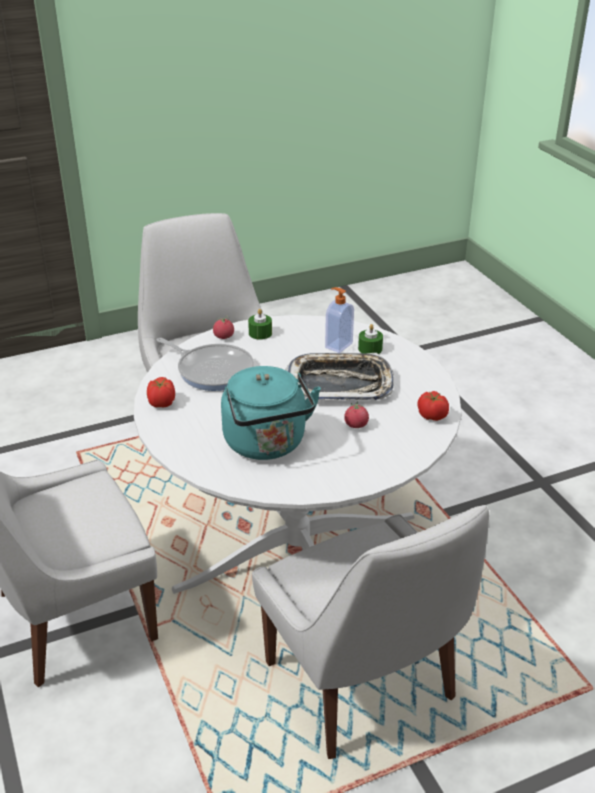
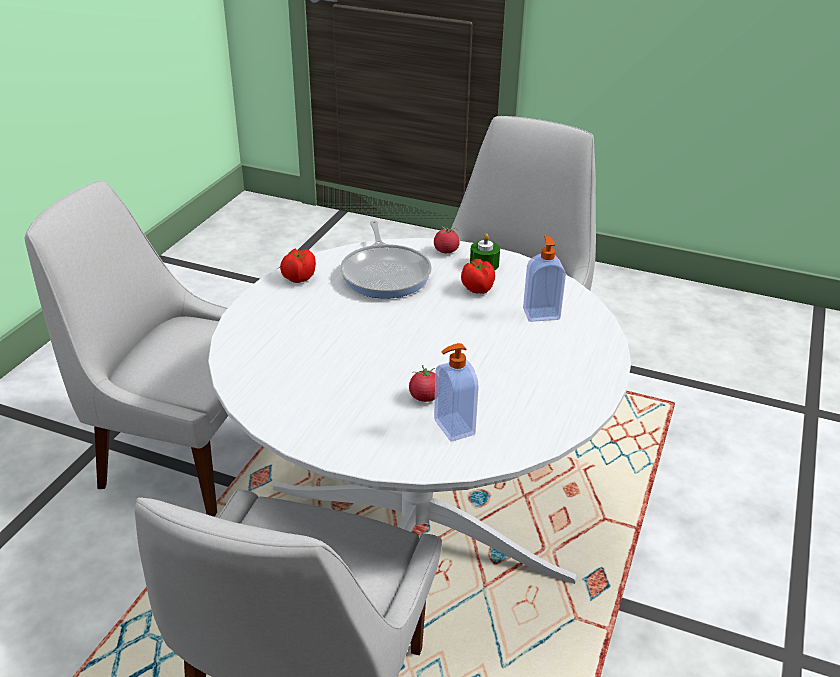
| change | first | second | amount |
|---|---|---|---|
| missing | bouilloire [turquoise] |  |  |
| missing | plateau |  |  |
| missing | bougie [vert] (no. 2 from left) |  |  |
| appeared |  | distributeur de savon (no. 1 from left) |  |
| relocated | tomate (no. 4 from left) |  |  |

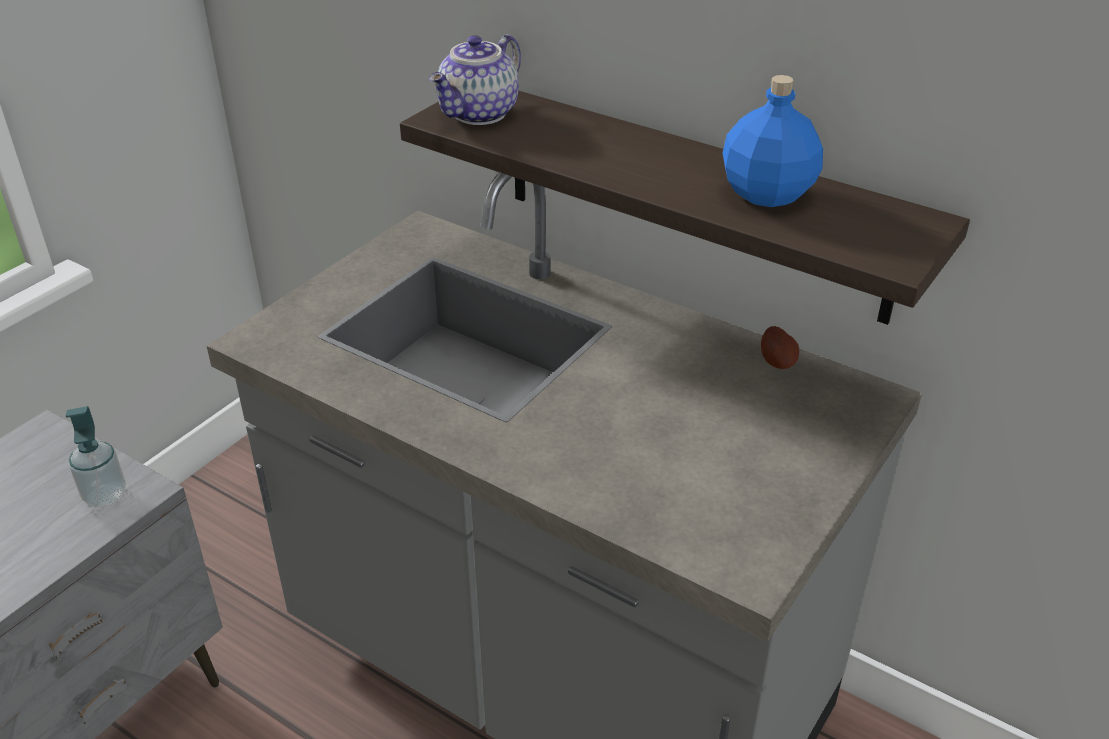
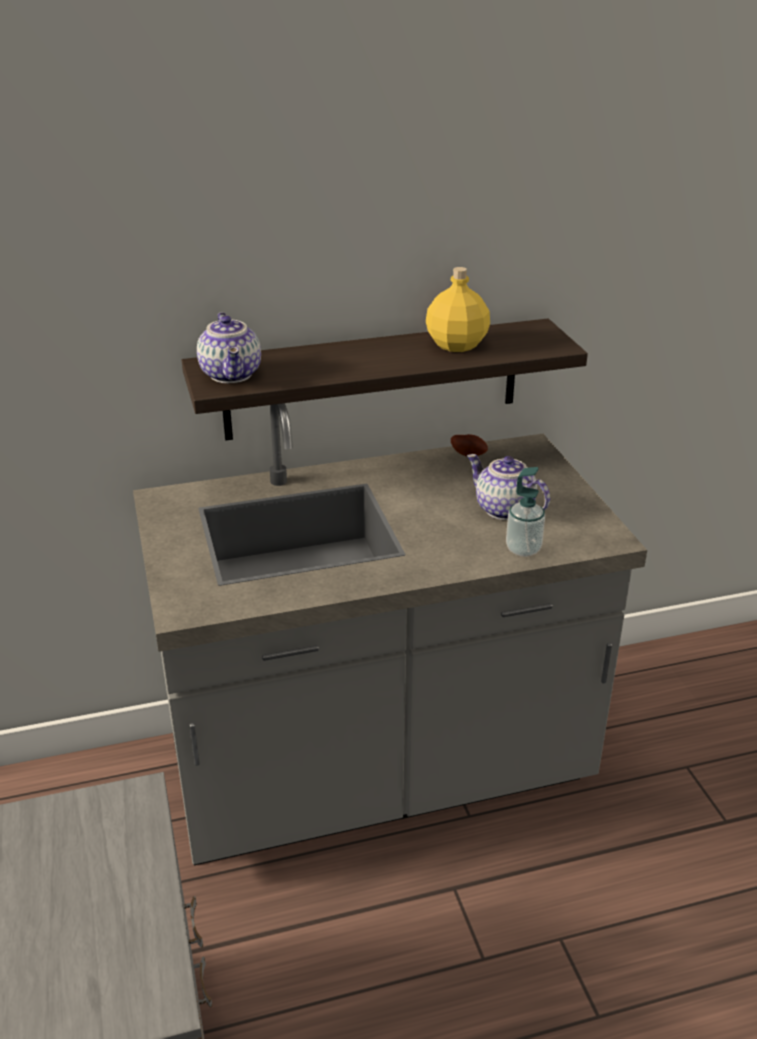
| change | first | second | amount |
|---|---|---|---|
| appeared |  | théière (no. 2 from left) |  |
| relocated | distributeur de savon |  |  |
| colour | bouteille [bleu] | bouteille [jaune] |  |

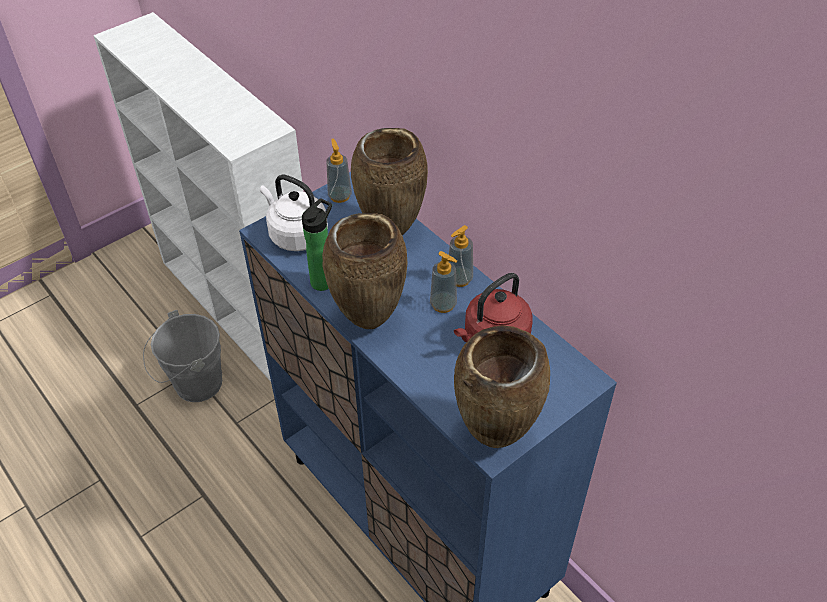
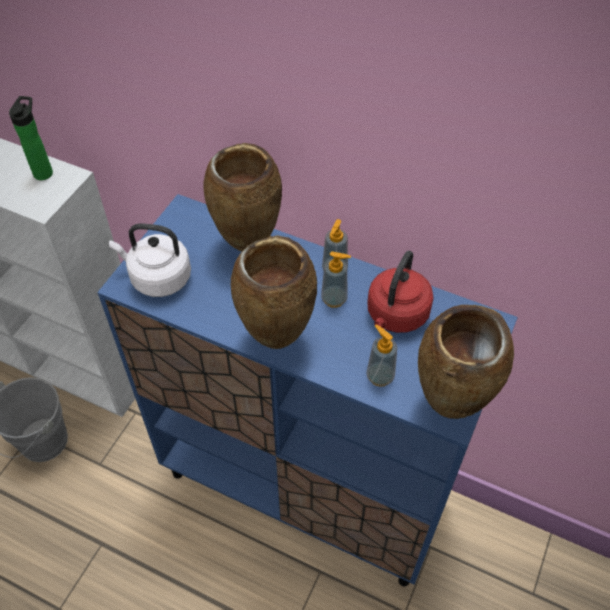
| change | first | second | amount |
|---|---|---|---|
| relocated | bouteille |  |  |
| relocated | distributeur de savon (no. 1 from left in the first image) | distributeur de savon (no. 3 from left) |  |

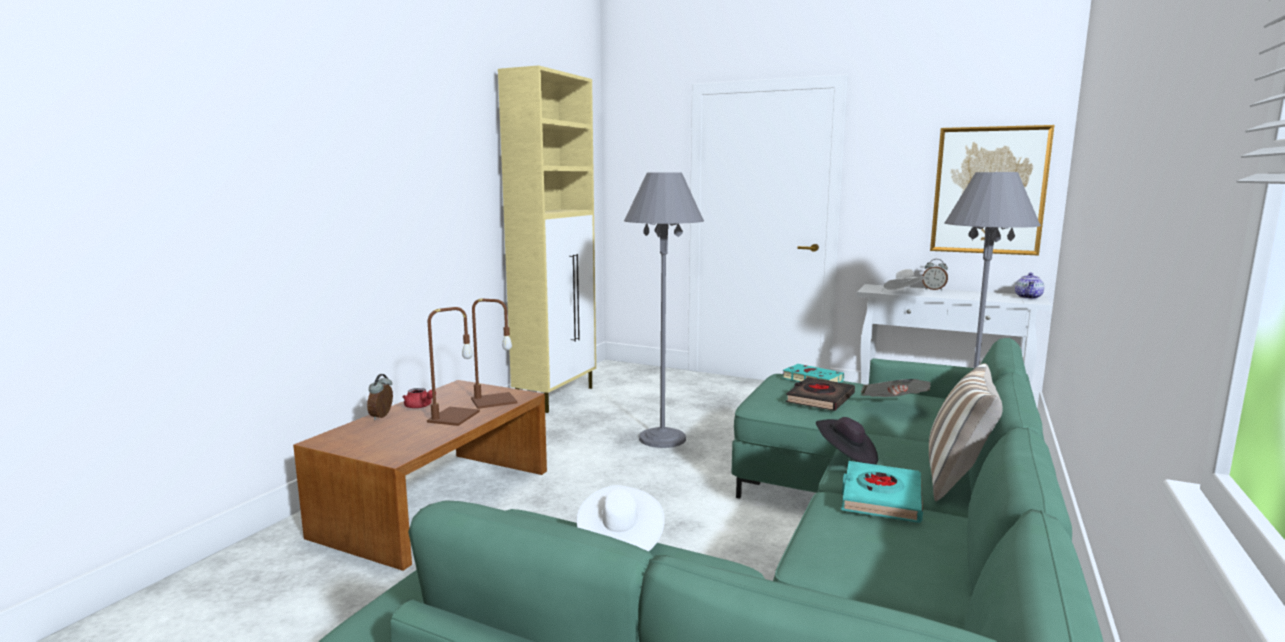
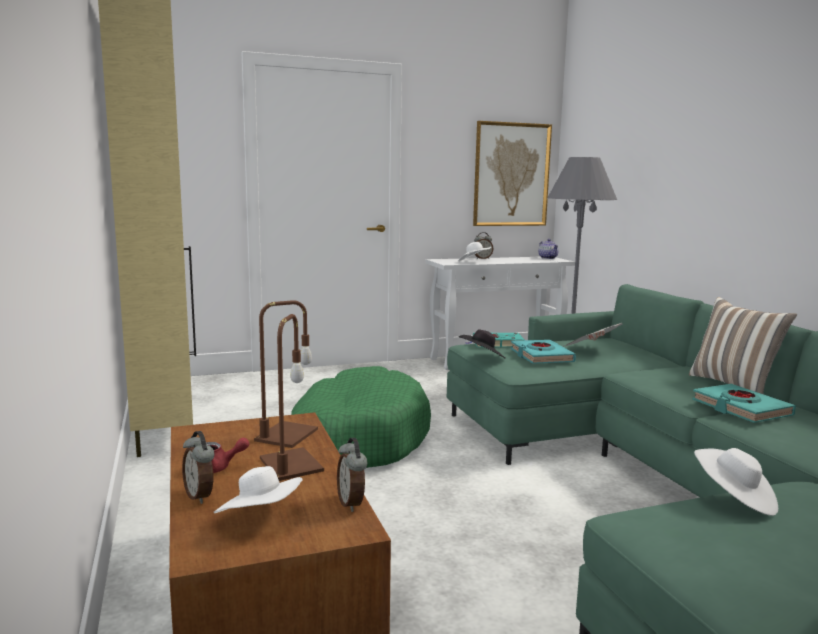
| change | first | second | amount |
|---|---|---|---|
| appeared |  | chapeau [blanc] (no. 1 from left) |  |
| appeared |  | réveil (no. 2 from left) |  |
| relocated | chapeau [noir] |  |  |
| exchanged | lampadaire [gris] (no. 1 from left) | panier pour chien [vert] |  |
| colour | livre [noir] | livre [turquoise] (no. 2 from left) |  |

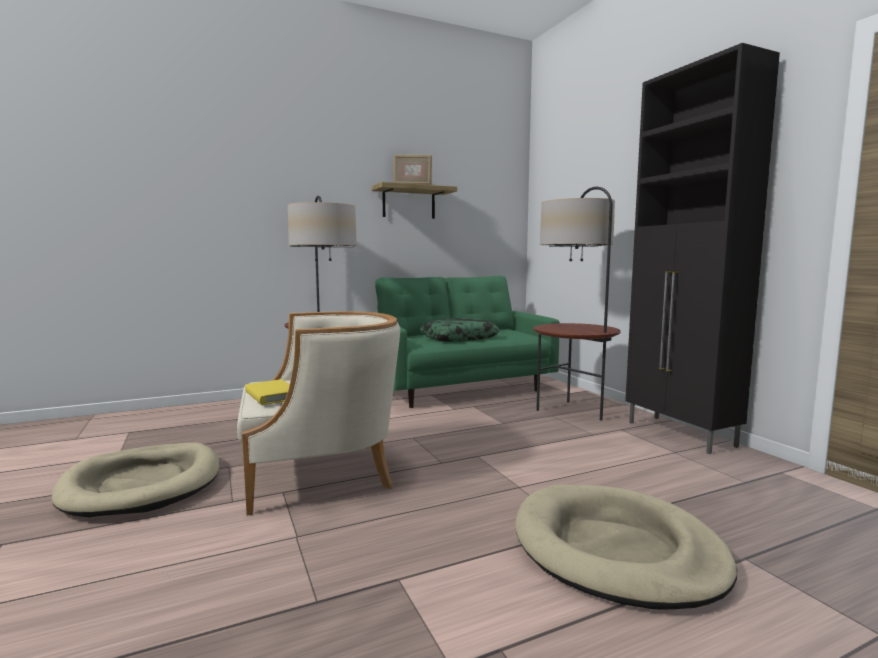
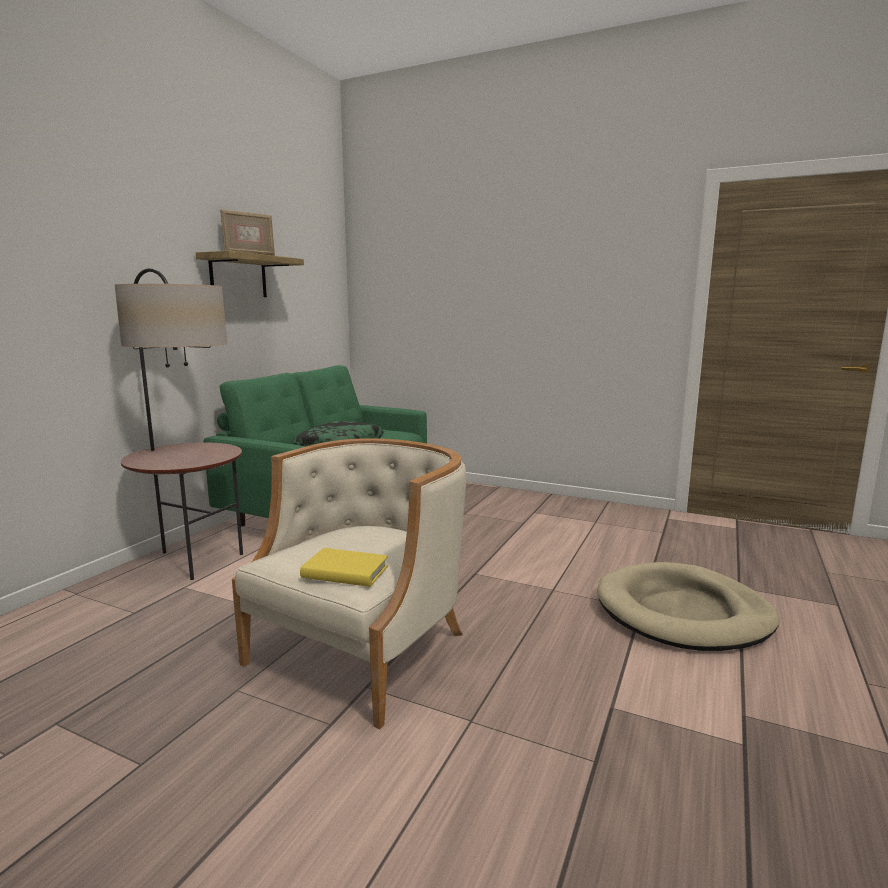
| change | first | second | amount |
|---|---|---|---|
| missing | panier pour chien [beige] (no. 1 from left) |  |  |
| missing | lampadaire (no. 2 from left) |  |  |
| missing | meuble de rangement [noir] |  |  |

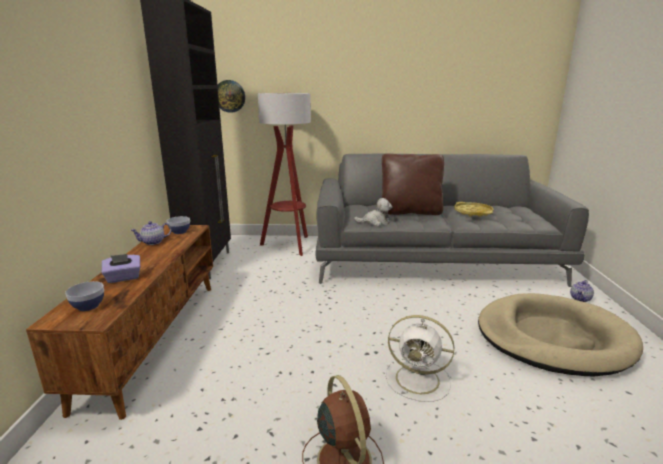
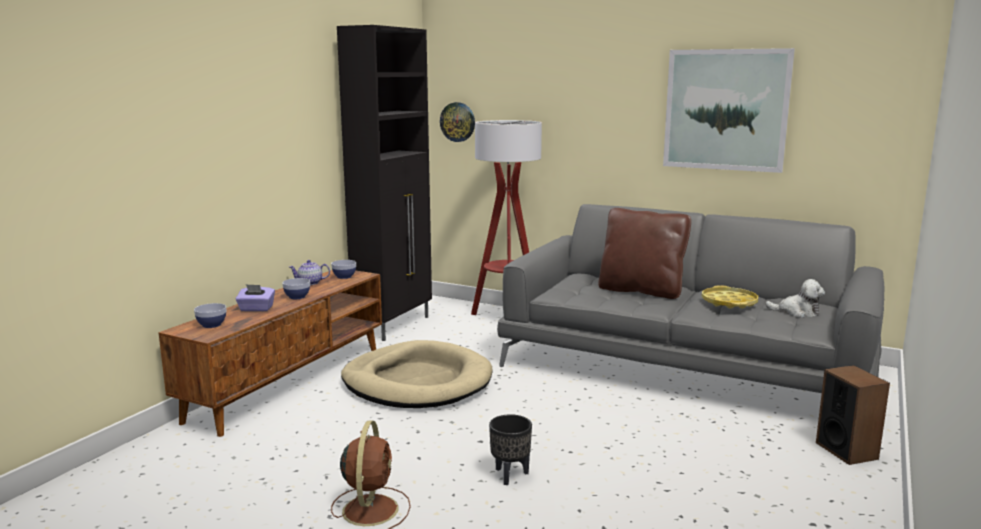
| change | first | second | amount |
|---|---|---|---|
| appeared |  | bol (no. 2 from left) |  |
| appeared |  | tableau |  |
| relocated | peluche |  |  |
| relocated | panier pour chien [beige] |  |  |
| exchanged | ventilateur [blanc] | cache-pot [noir] |  |
| exchanged | théière (no. 2 from left) | enceinte |  |

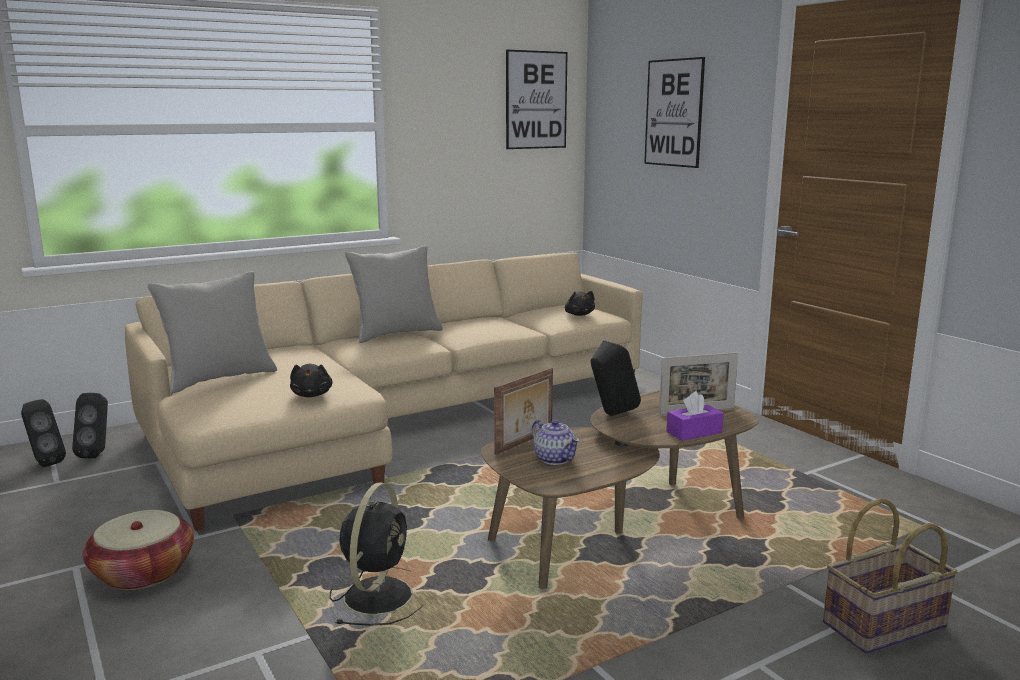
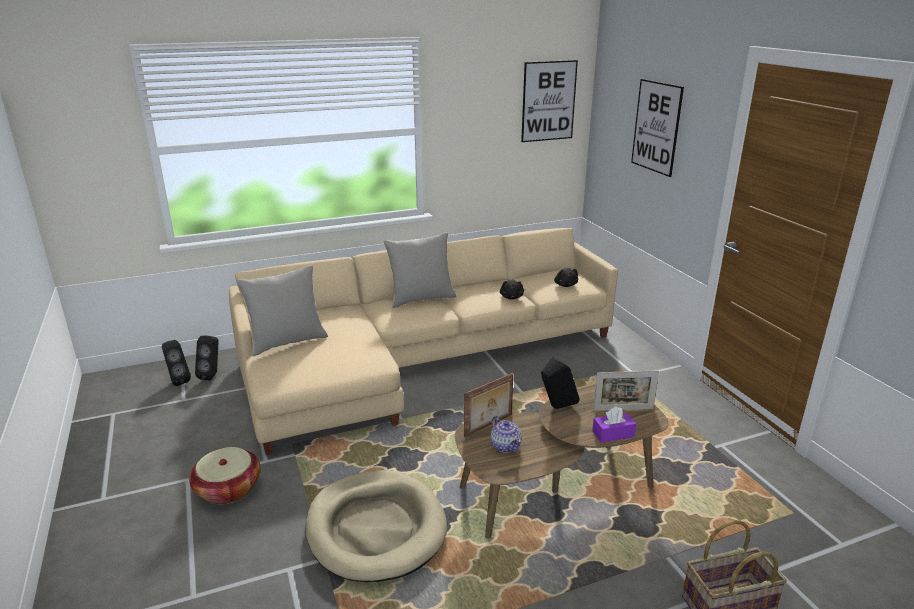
| change | first | second | amount |
|---|---|---|---|
| relocated | peluche [noir] (no. 1 from left) |  |  |
| exchanged | ventilateur [noir] | panier pour chien [beige] |  |

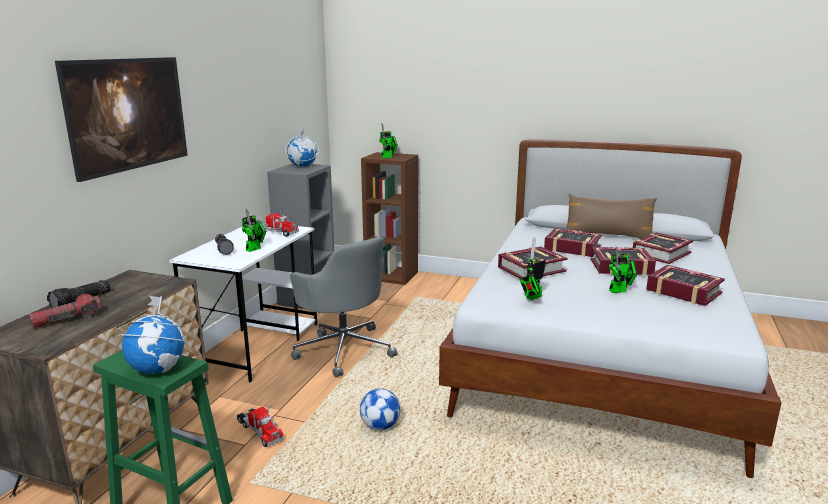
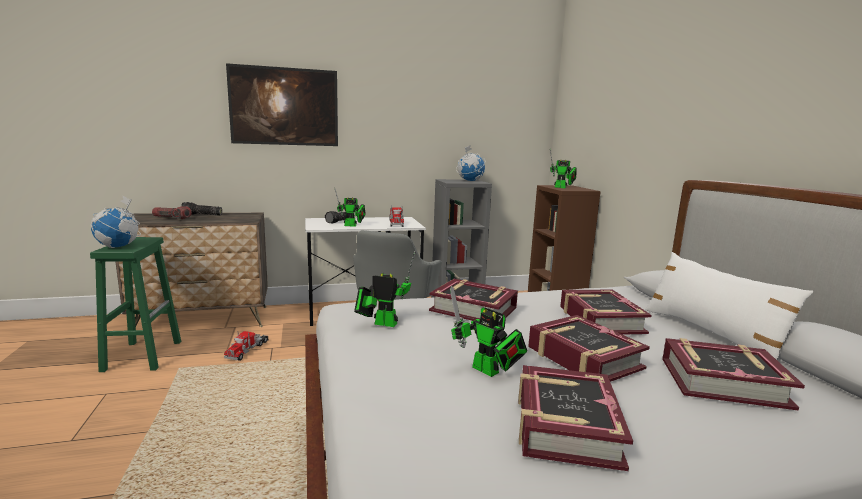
| change | first | second | amount |
|---|---|---|---|
| missing | ballon de foot |  |  |
| colour | coussin [marron] | coussin [blanc] |  |

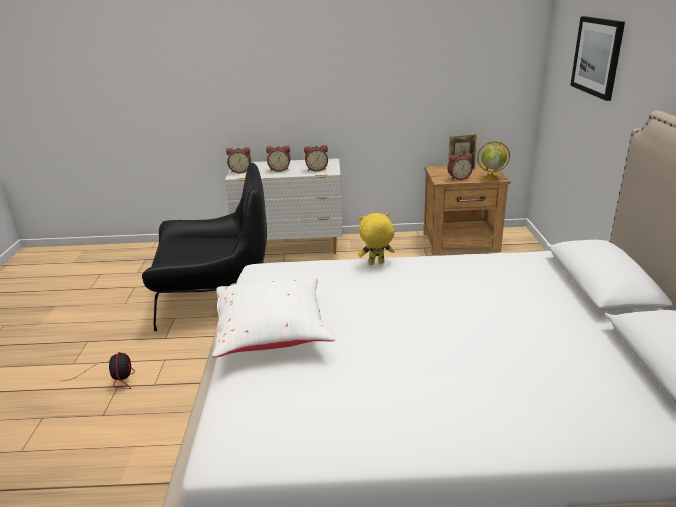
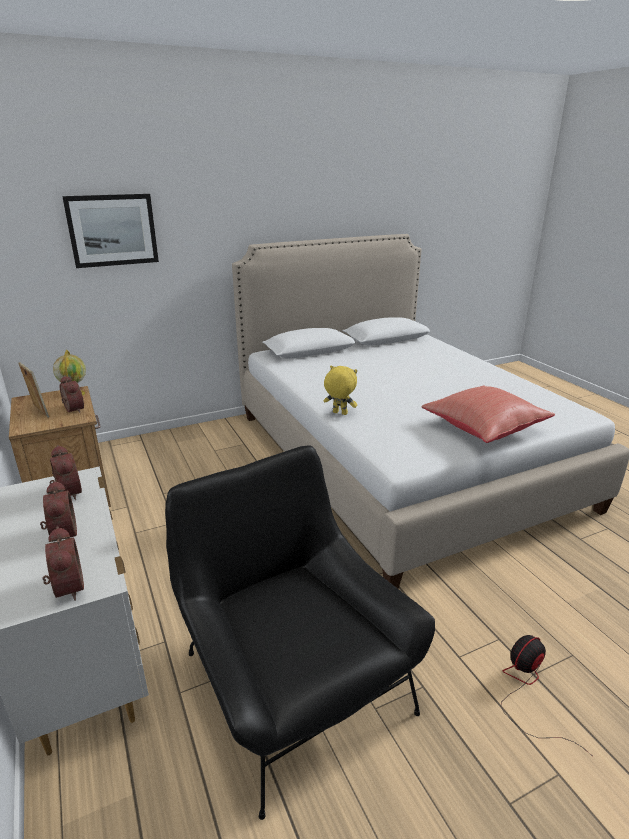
| change | first | second | amount |
|---|---|---|---|
| colour | coussin [blanc] | coussin [rouge] |  |
| spun | peluche [jaune] |  | 150 degrees clockwise |

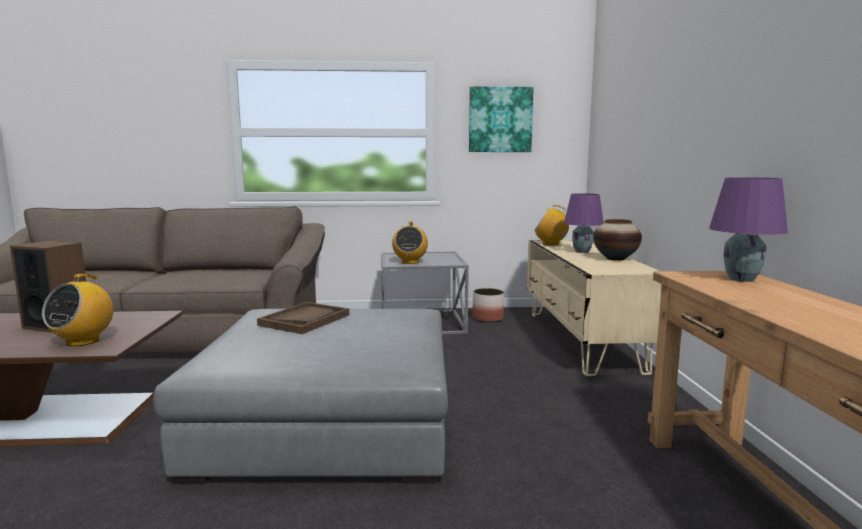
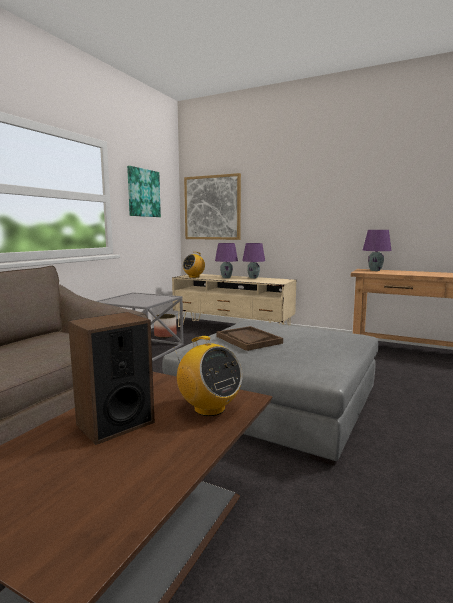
| change | first | second | amount |
|---|---|---|---|
| missing | radio (no. 2 from left) |  |  |
| appeared |  | tableau (no. 2 from left) |  |
| exchanged | vase | lampe de table [violet] (no. 2 from left) |  |

